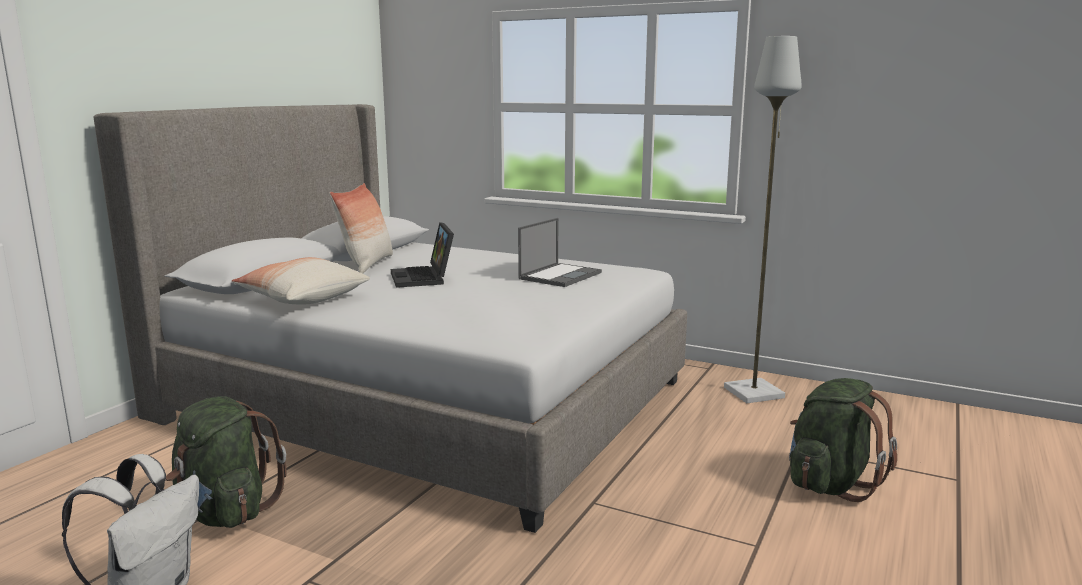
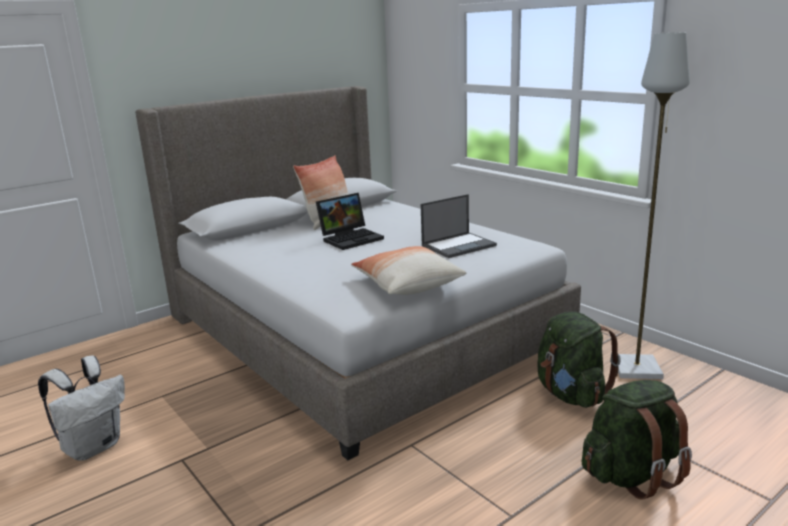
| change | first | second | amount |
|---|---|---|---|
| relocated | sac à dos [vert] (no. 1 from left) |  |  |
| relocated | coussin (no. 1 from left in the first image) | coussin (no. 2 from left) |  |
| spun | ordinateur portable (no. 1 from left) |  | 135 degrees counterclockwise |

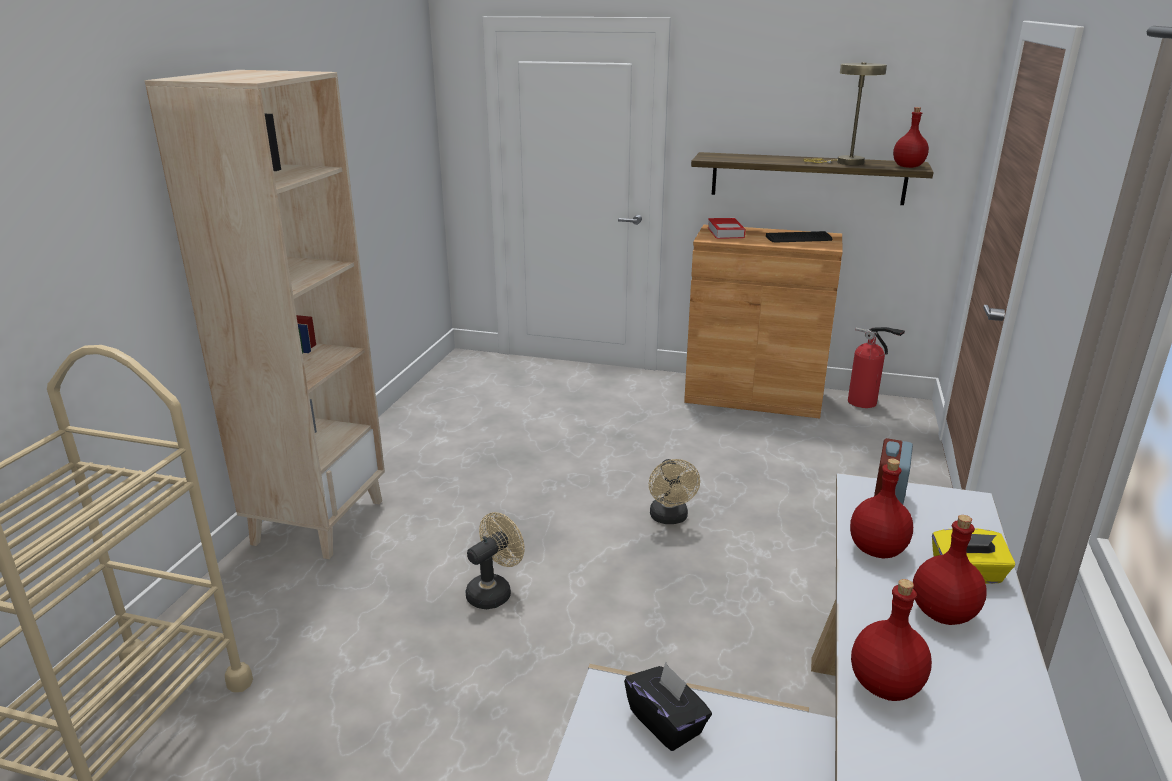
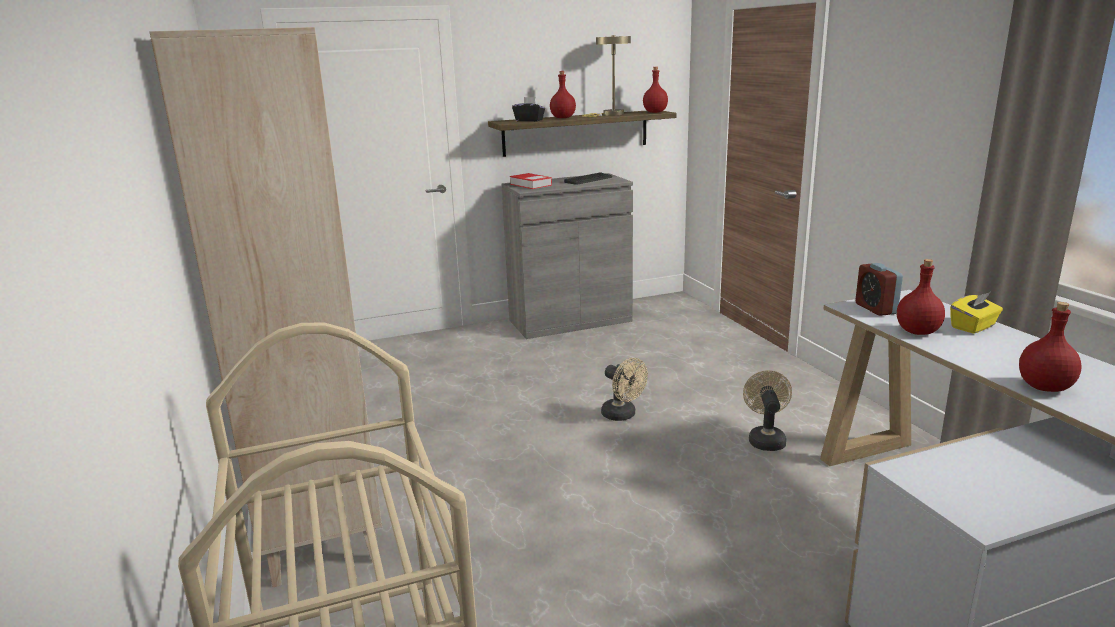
| change | first | second | amount |
|---|---|---|---|
| missing | extincteur |  |  |
| relocated | ventilateur [beige] (no. 1 from left in the first image) | ventilateur [beige] (no. 2 from left) |  |
| relocated | boîte à mouchoirs [noir] |  |  |
| relocated | bouteille [rouge] (no. 4 from left in the first image) | bouteille [rouge] (no. 1 from left) |  |
| colour | meuble de rangement [marron] | meuble de rangement [gris] |  |

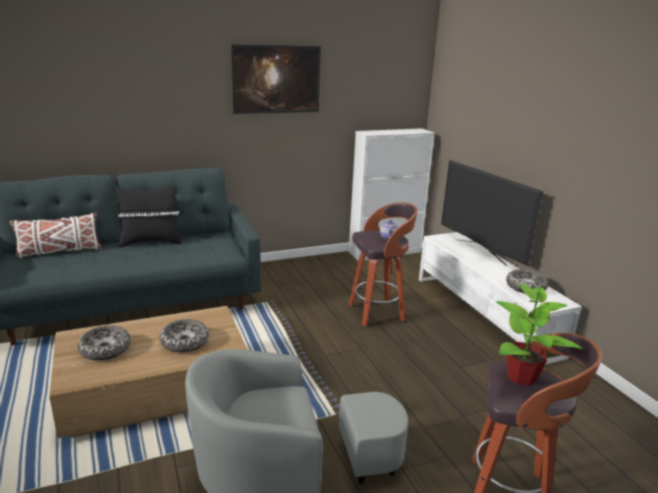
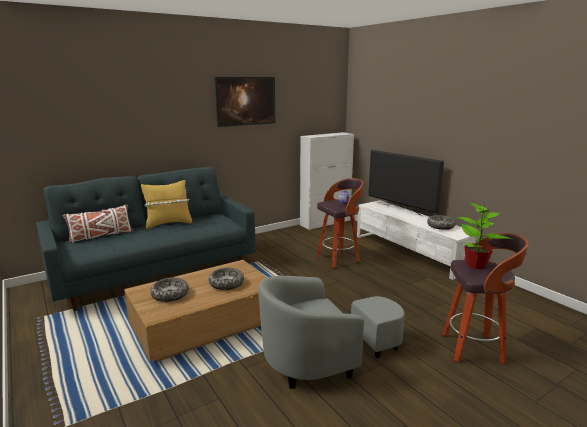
| change | first | second | amount |
|---|---|---|---|
| colour | coussin [noir] | coussin [jaune] |  |

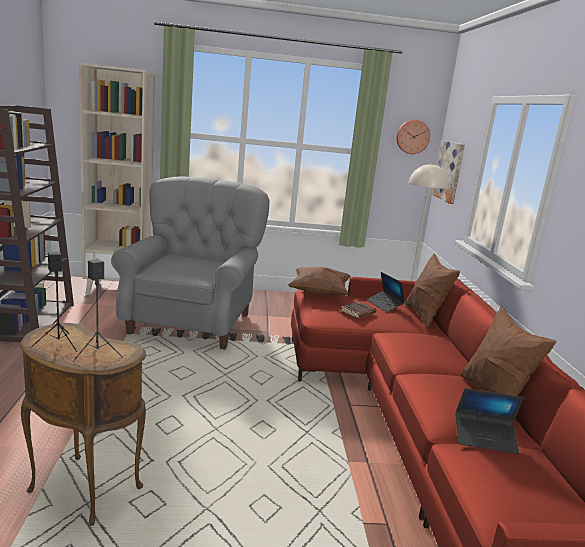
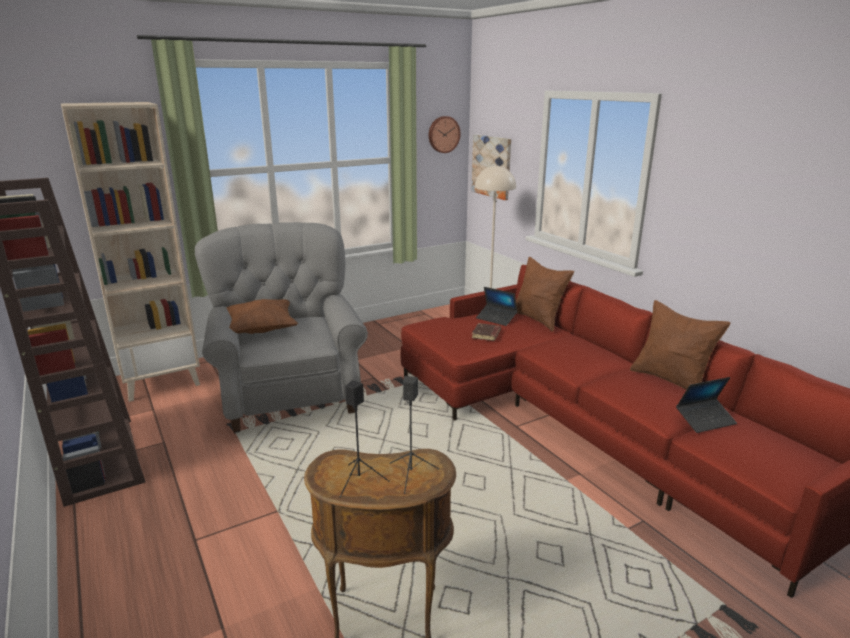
| change | first | second | amount |
|---|---|---|---|
| relocated | coussin [marron] (no. 1 from left) |  |  |

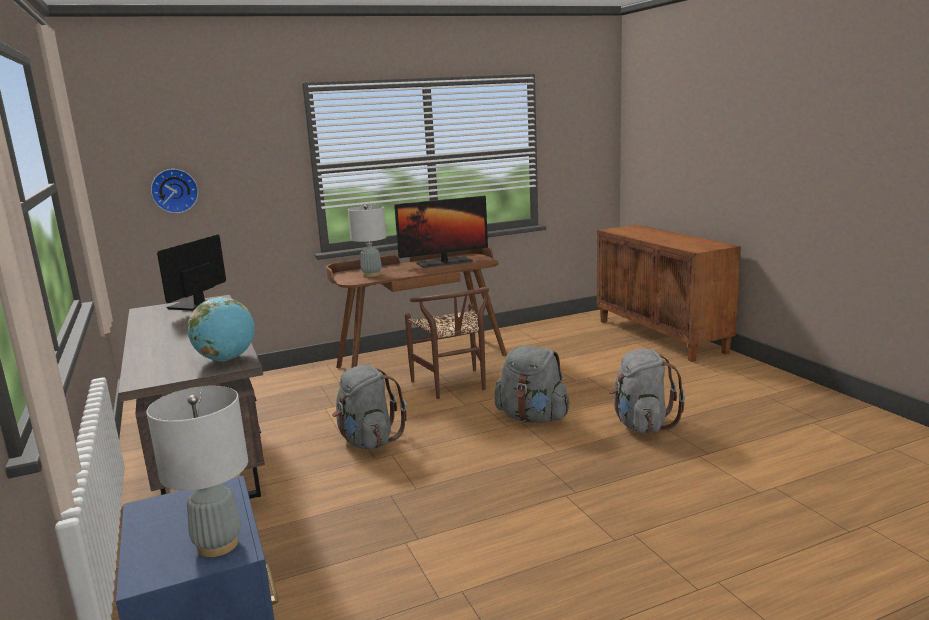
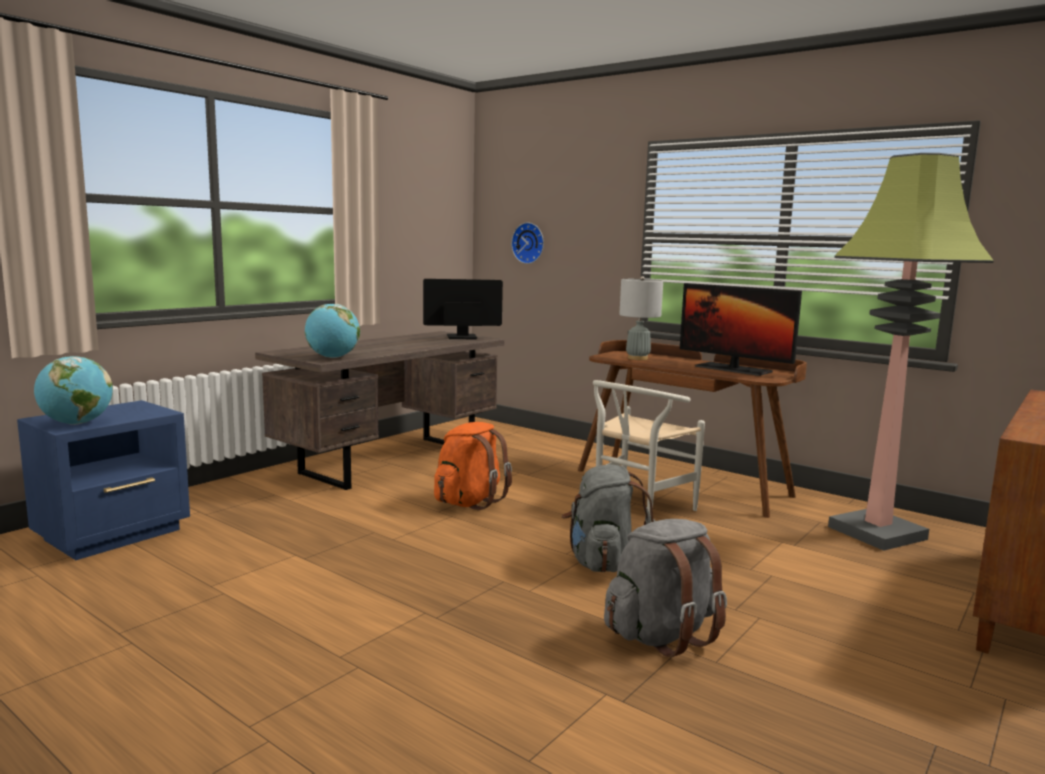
| change | first | second | amount |
|---|---|---|---|
| appeared |  | lampadaire |  |
| exchanged | lampe de table [gris] (no. 1 from left) | globe (no. 1 from left) |  |
| colour | sac à dos [gris] (no. 1 from left) | sac à dos [orange] |  |
| colour | chaise [marron] | chaise [blanc] |  |

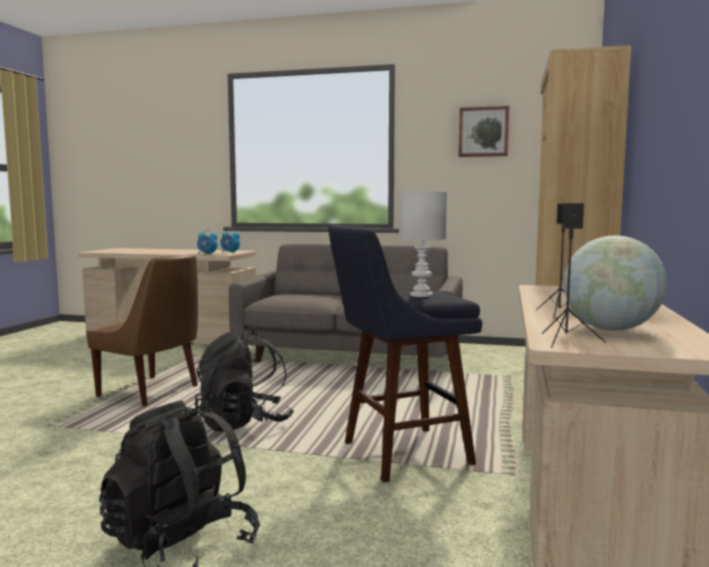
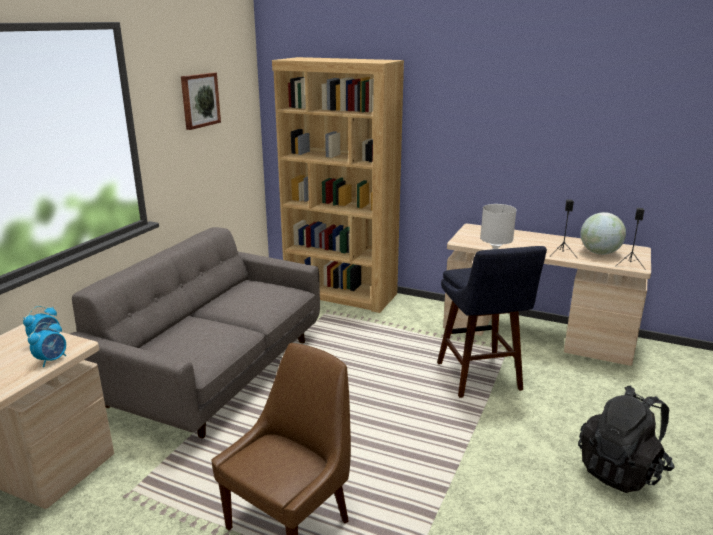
| change | first | second | amount |
|---|---|---|---|
| missing | sac à dos [noir] (no. 2 from left) |  |  |

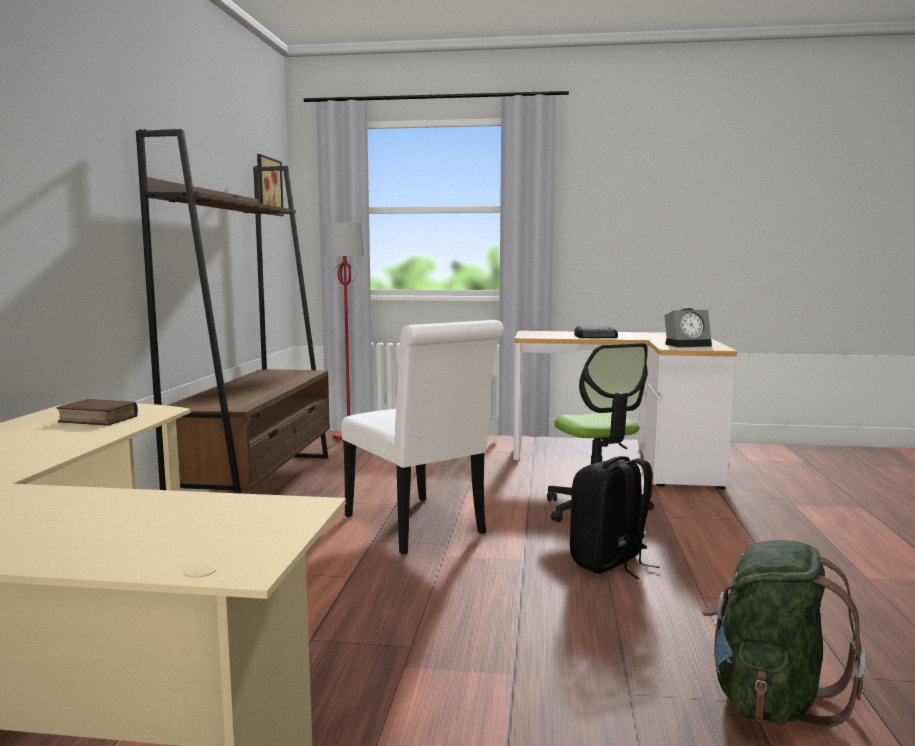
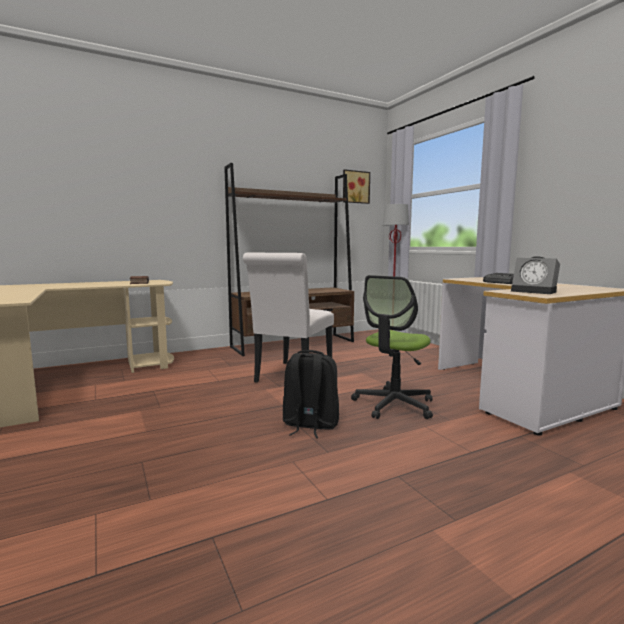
| change | first | second | amount |
|---|---|---|---|
| missing | sac à dos [vert] |  |  |

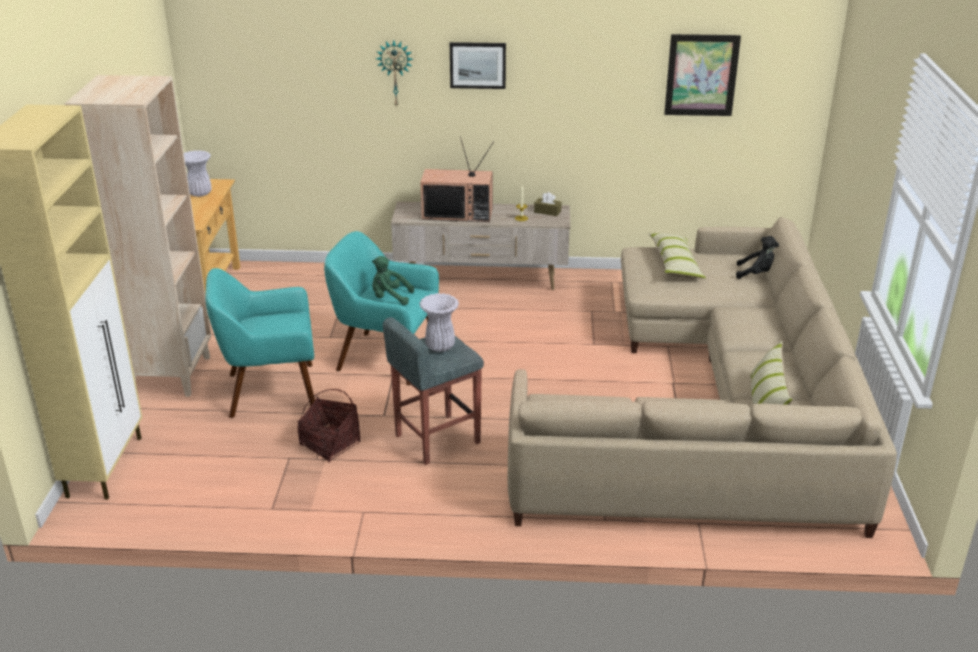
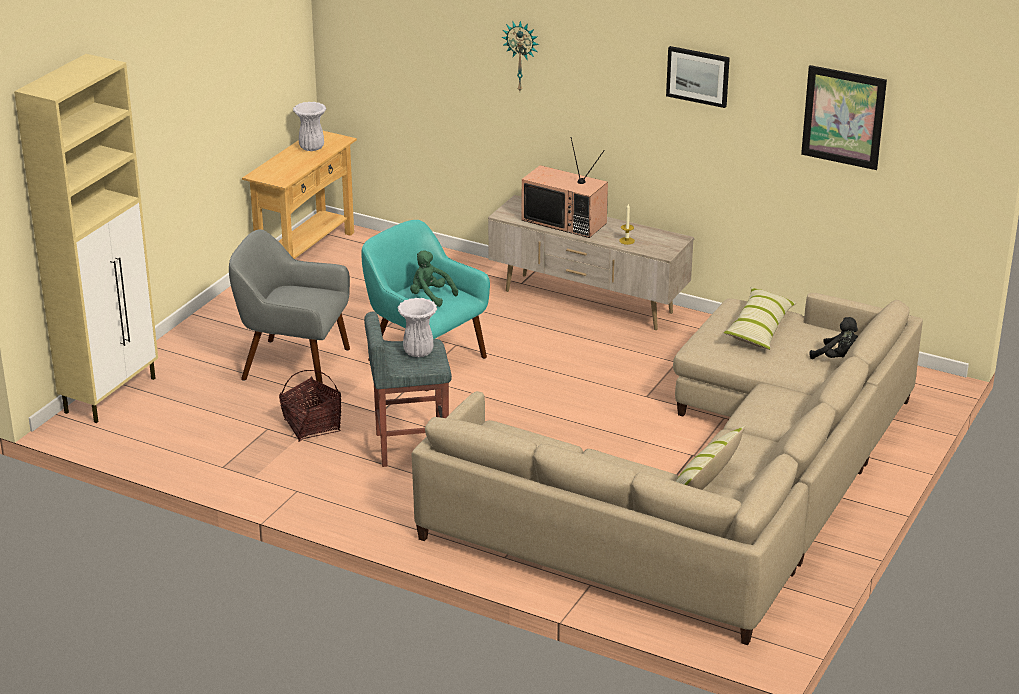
| change | first | second | amount |
|---|---|---|---|
| missing | bibliothèque [beige] |  |  |
| missing | boîte à mouchoirs [marron] |  |  |
| relocated | tableau (no. 1 from left) |  |  |
| colour | fauteuil [turquoise] (no. 1 from left) | fauteuil [gris] |  |

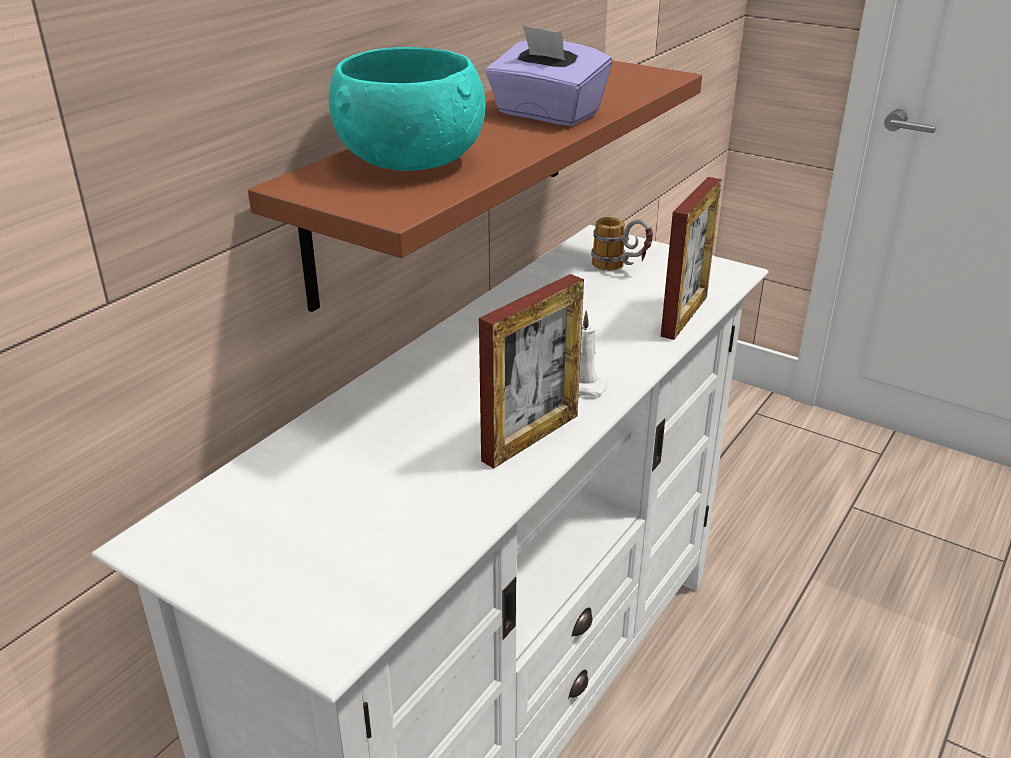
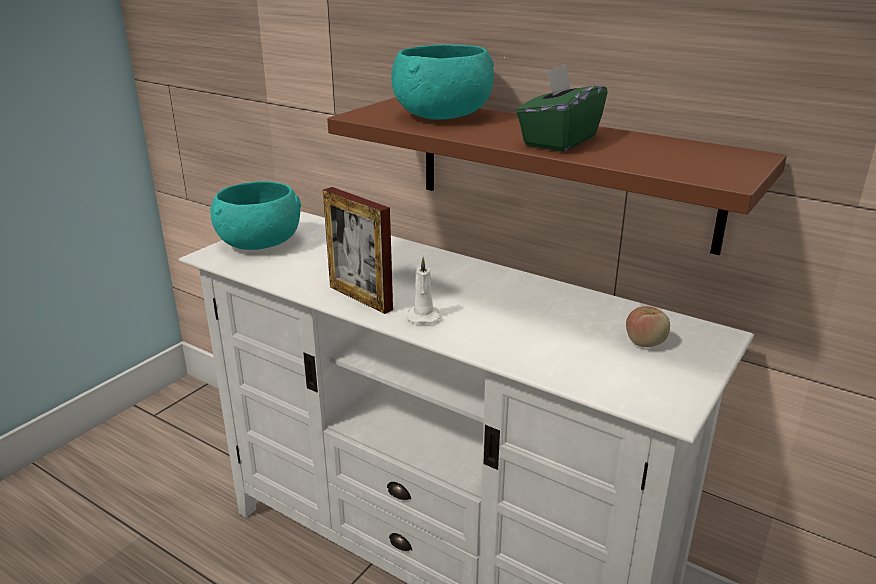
| change | first | second | amount |
|---|---|---|---|
| missing | cadre photo (no. 2 from left) |  |  |
| appeared |  | bol [turquoise] (no. 1 from left) |  |
| exchanged | mug | pomme |  |
| colour | boîte à mouchoirs [violet] | boîte à mouchoirs [vert] |  |

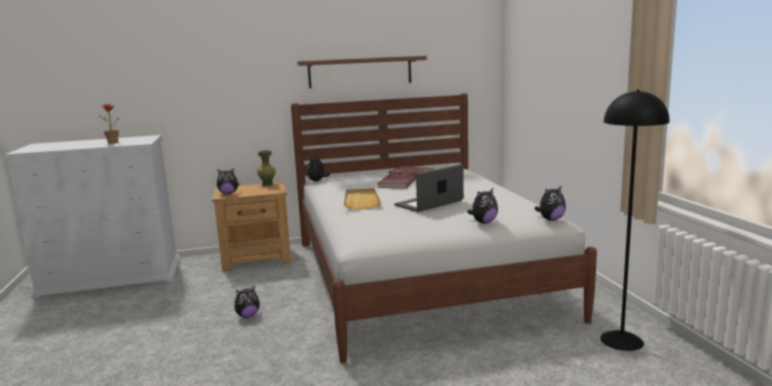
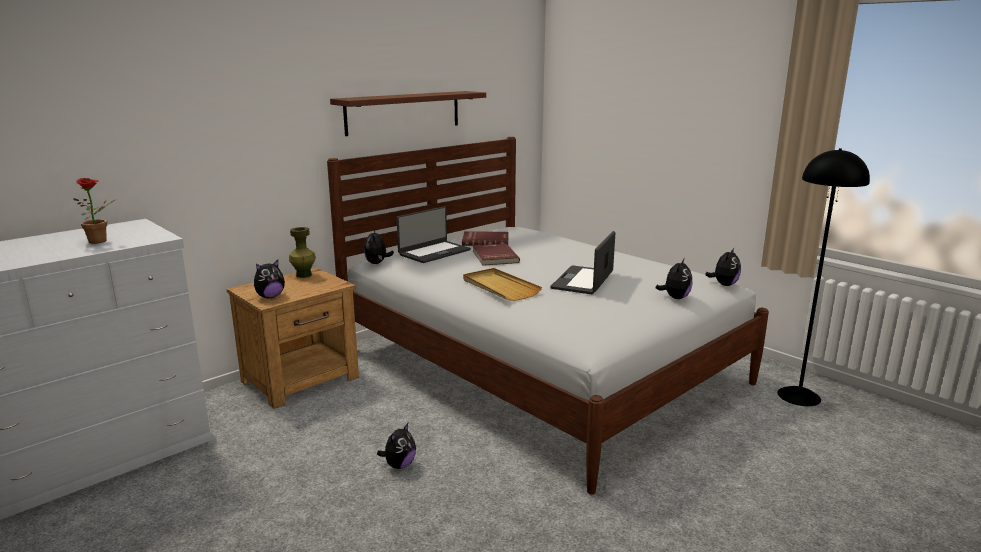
| change | first | second | amount |
|---|---|---|---|
| appeared |  | ordinateur portable (no. 1 from left) |  |

